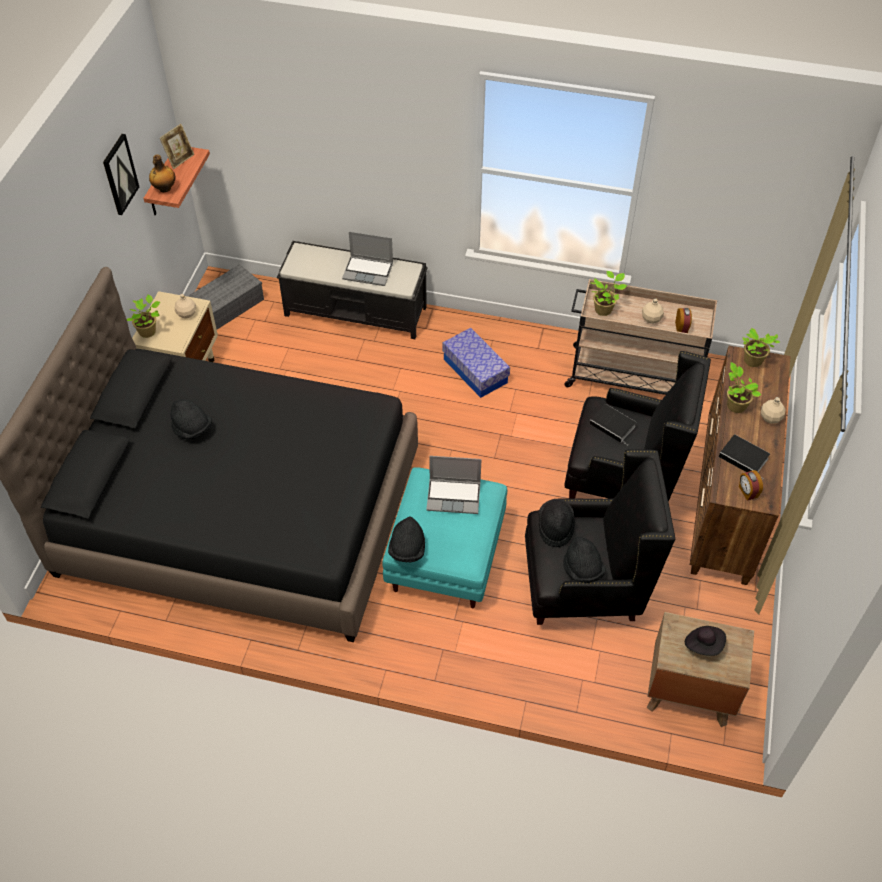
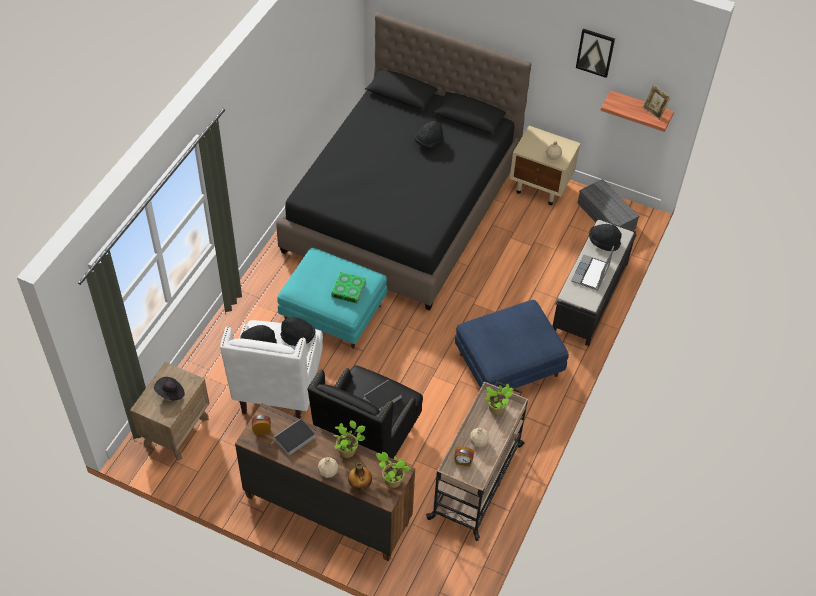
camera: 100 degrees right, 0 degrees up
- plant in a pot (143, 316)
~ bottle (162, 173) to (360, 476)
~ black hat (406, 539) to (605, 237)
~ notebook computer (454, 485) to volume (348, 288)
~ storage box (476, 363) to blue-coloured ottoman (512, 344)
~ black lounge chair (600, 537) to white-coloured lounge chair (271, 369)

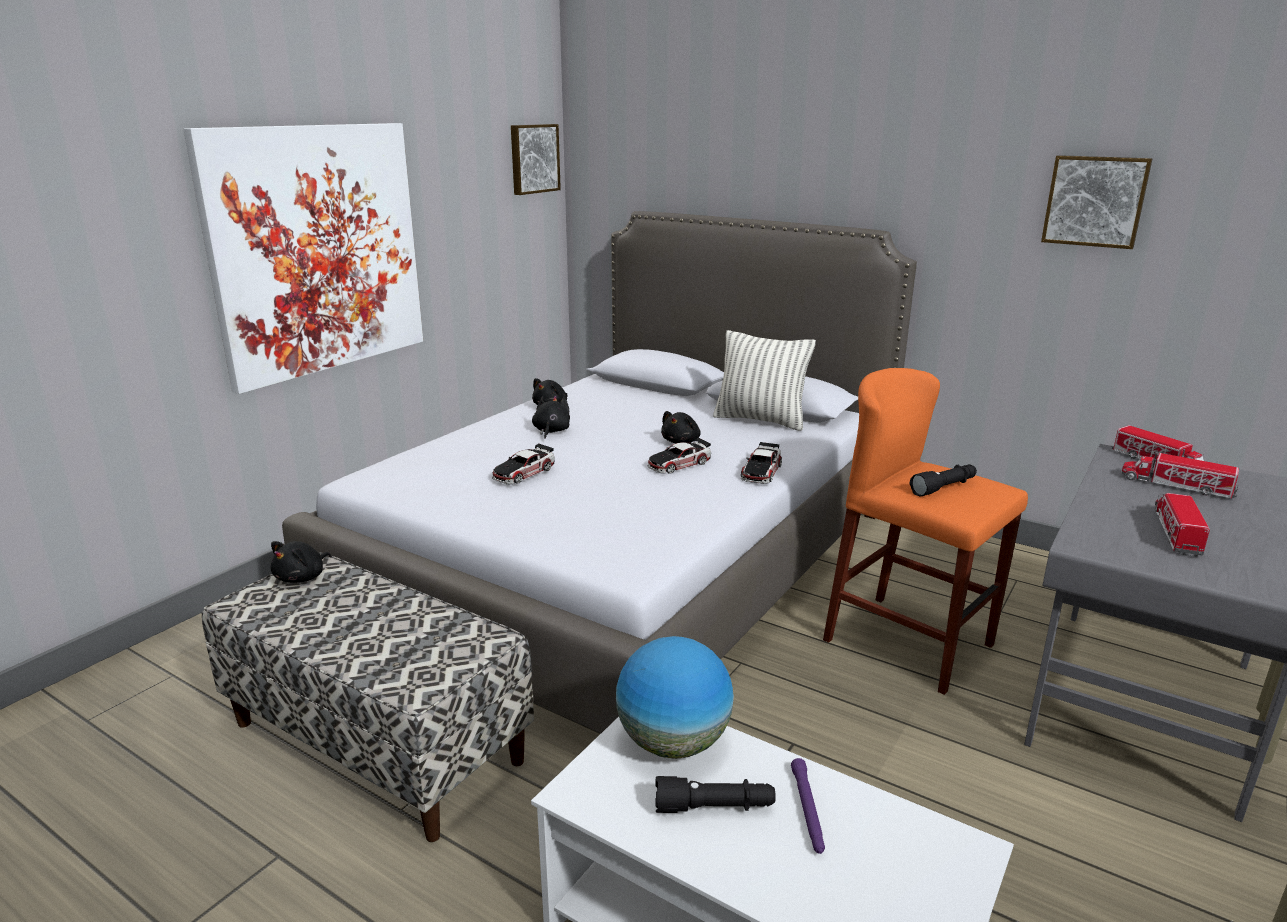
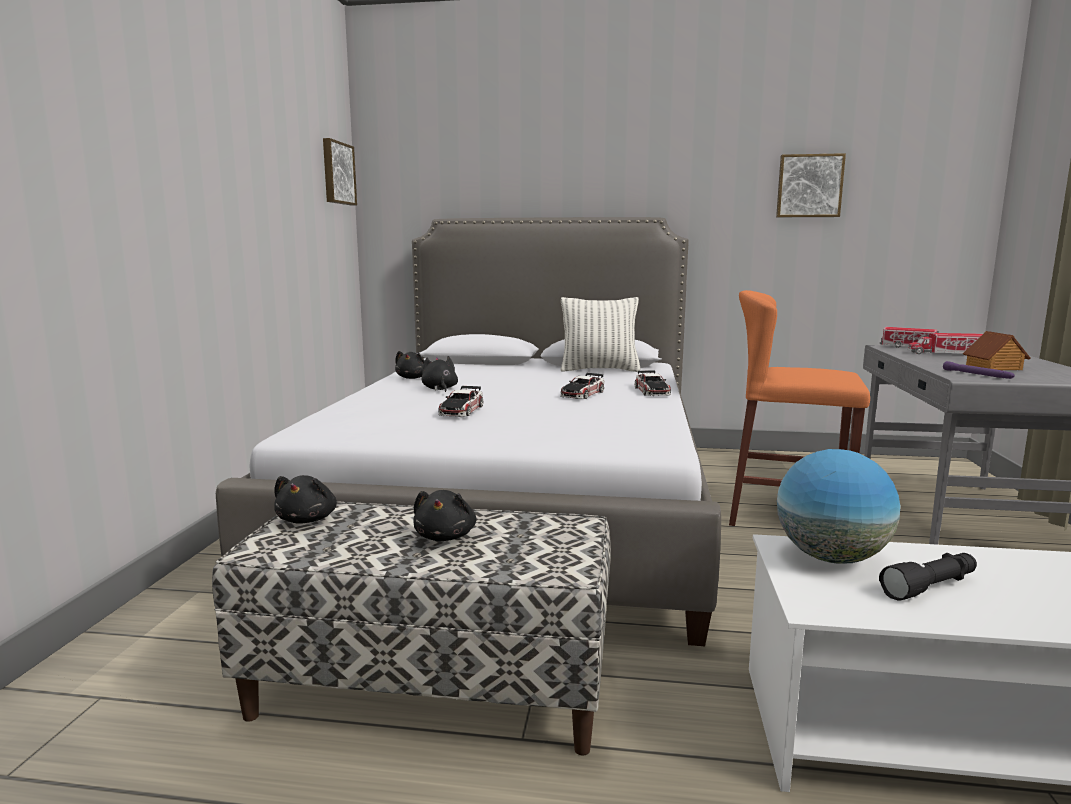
camera: 25 degrees left, 10 degrees down
- wall picture (303, 258)
- black torch (943, 480)
~ black soft toy (681, 427) to (444, 515)
~ purple torch (808, 806) to (979, 370)
~ toy truck (1182, 524) to toy house (996, 350)

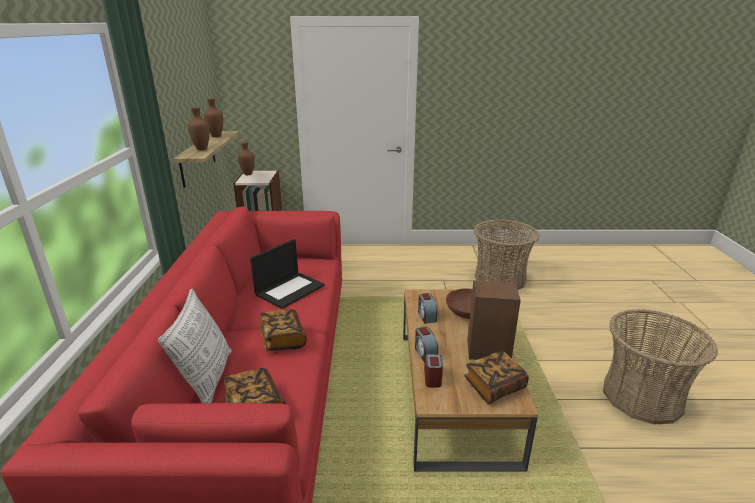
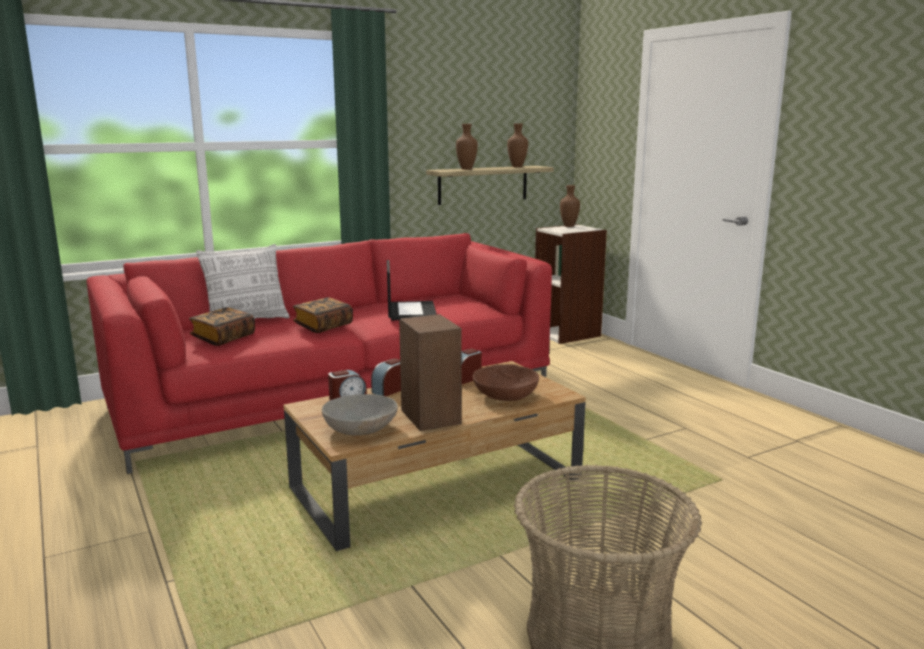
camera: 60 degrees right, 10 degrees down
- household basket (507, 254)
~ volume (496, 377) to gray bowl (360, 415)
~ notebook computer (287, 274) = (412, 290) 105 degrees counterclockwise

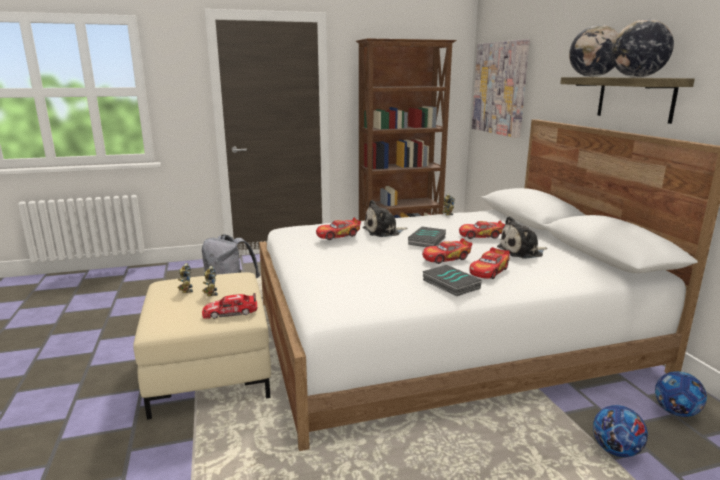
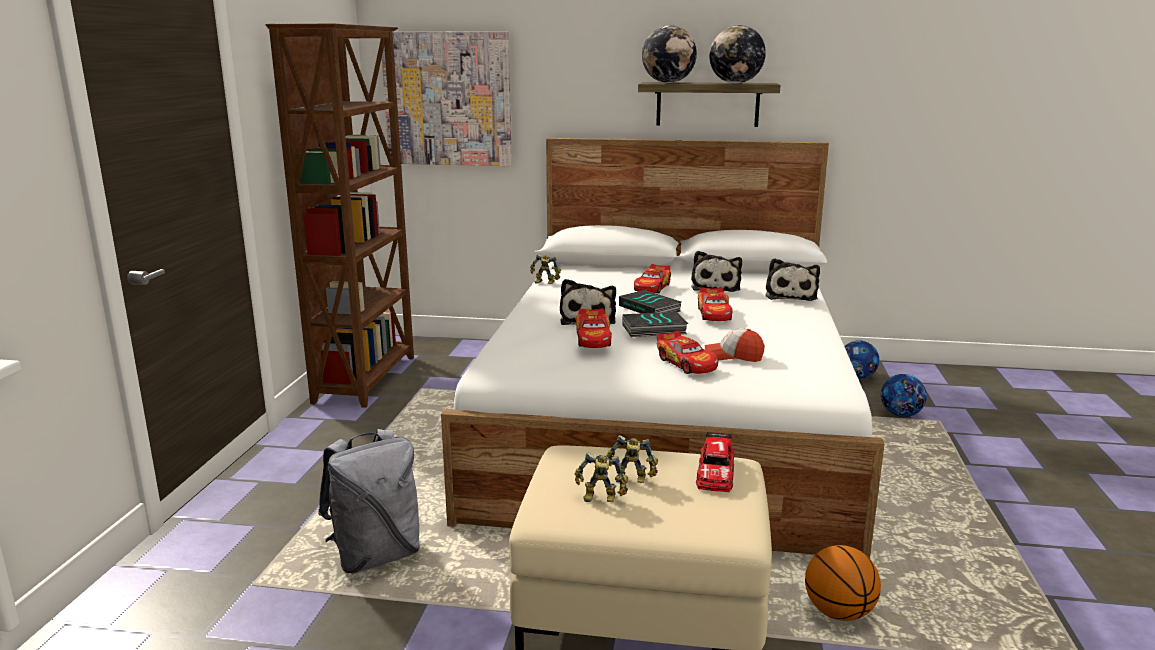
camera: 65 degrees left, 0 degrees up
+ peaked cap (734, 345)
+ soft toy (792, 279)
+ basketball (843, 583)
~ volume (452, 280) to (655, 324)
~ toy car (490, 263) to (687, 352)

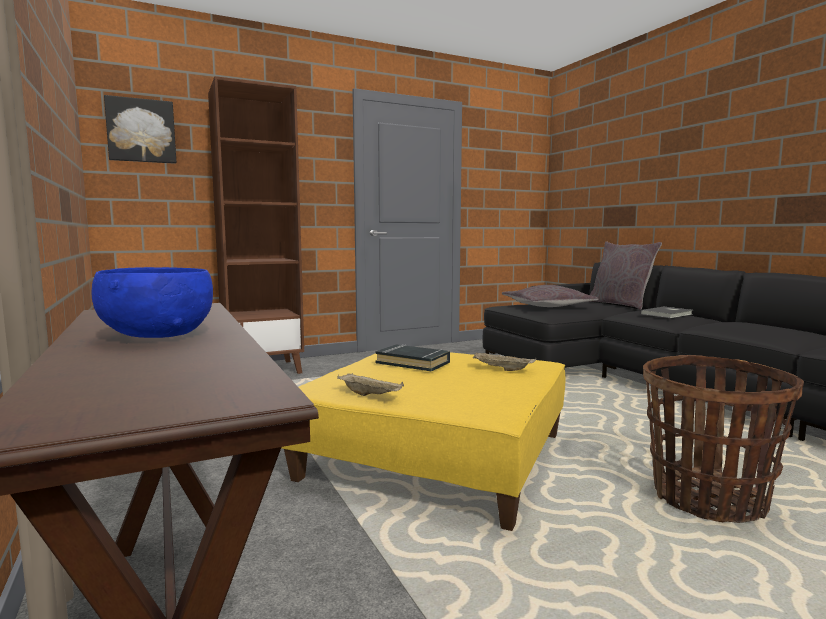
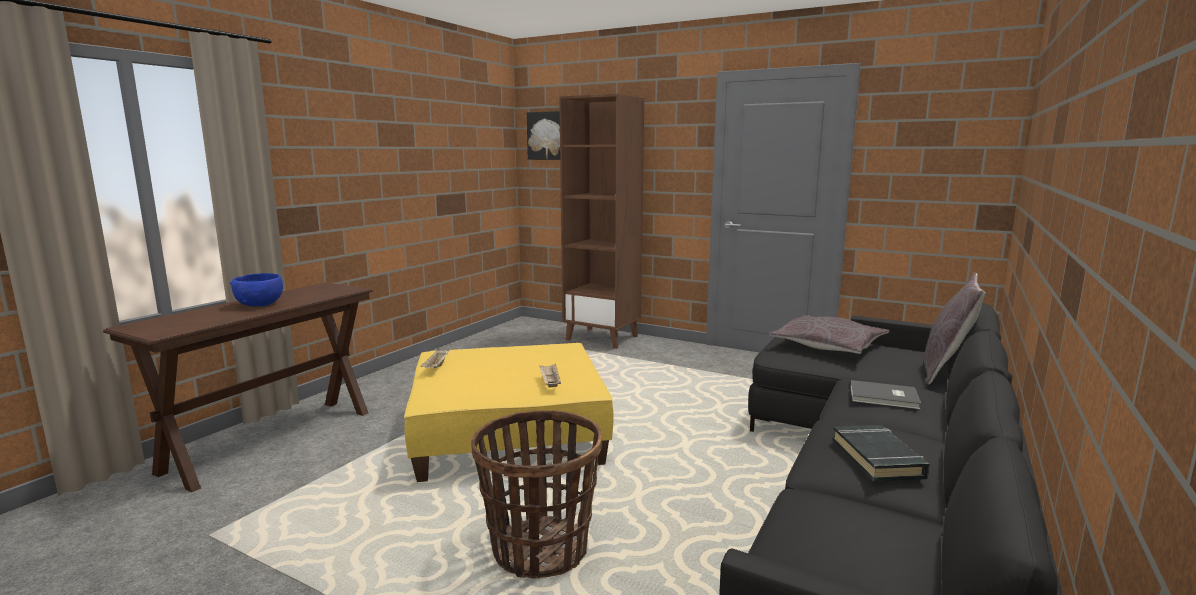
camera: 55 degrees right, 5 degrees up
~ black volume (412, 357) to (881, 453)

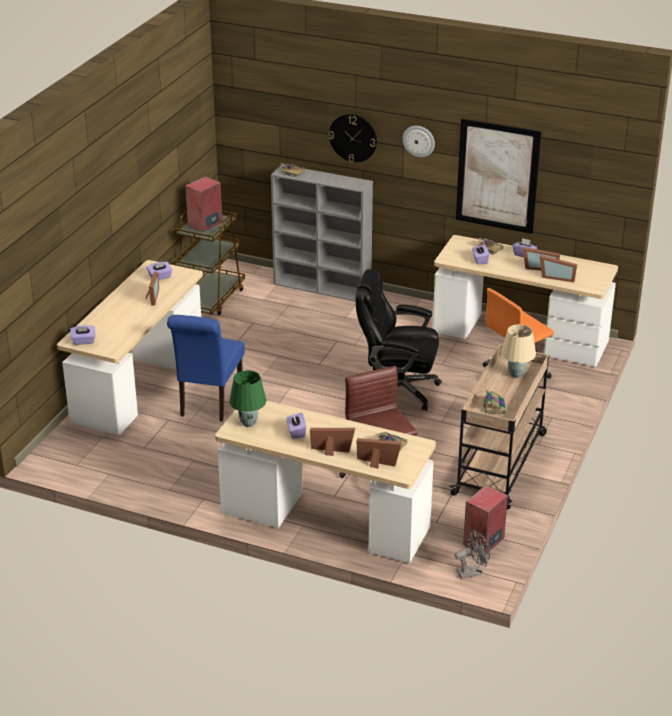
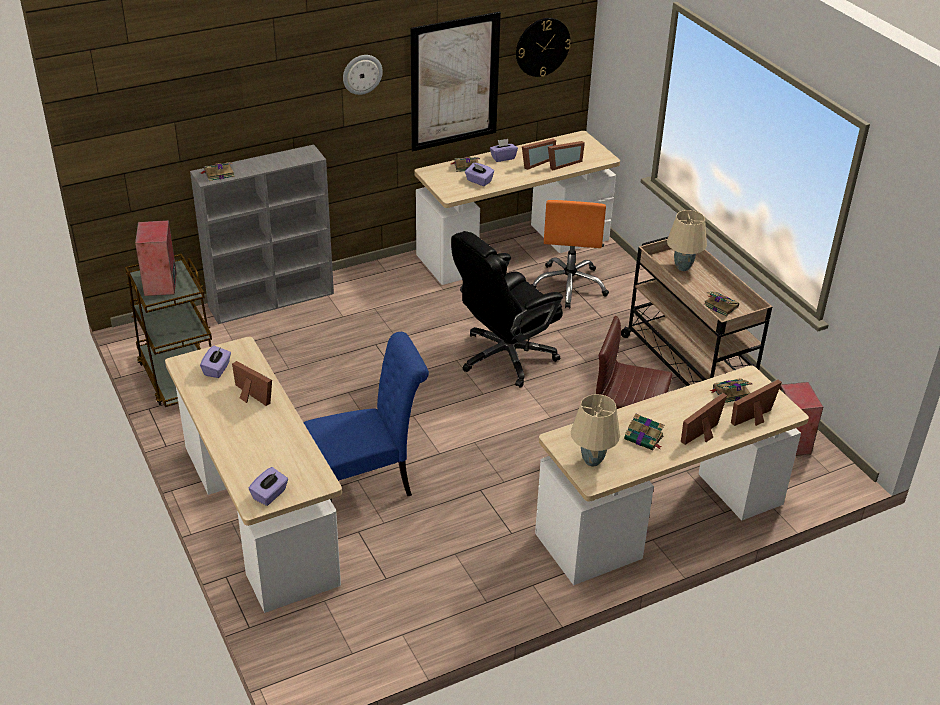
camera: 50 degrees left, 5 degrees up
- gray cooling fan (472, 554)
~ hanging clock (353, 138) to (543, 47)
~ purple tissue box (296, 425) to volume (644, 432)
~ green-coloured table lamp (248, 398) to sand-coloured table lamp (595, 430)
~ blue-coloured upright chair (206, 368) = (366, 417) 75 degrees counterclockwise

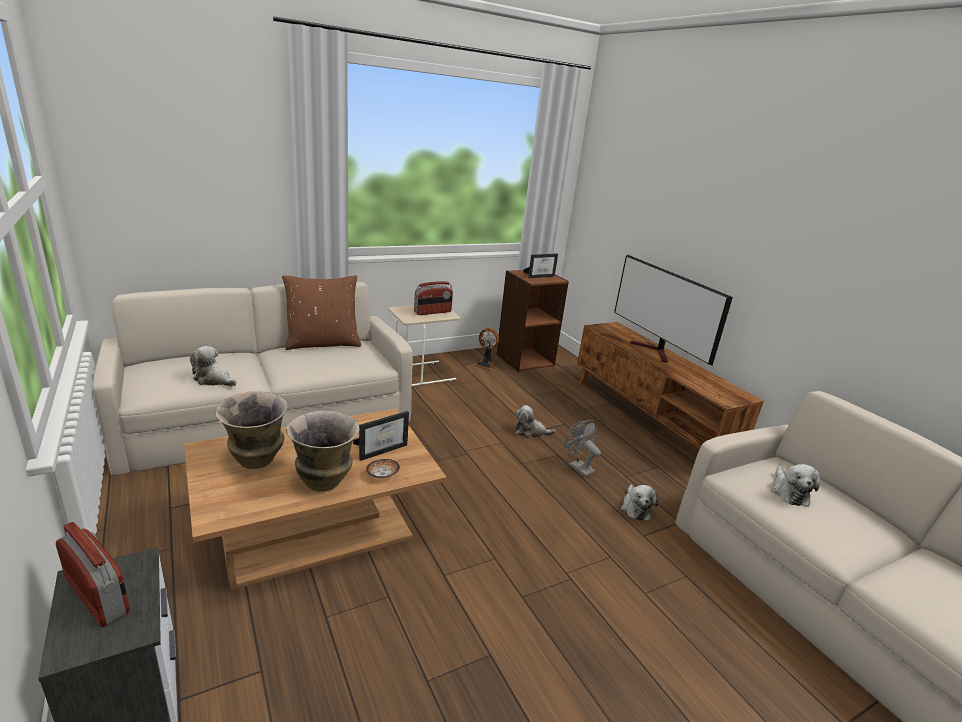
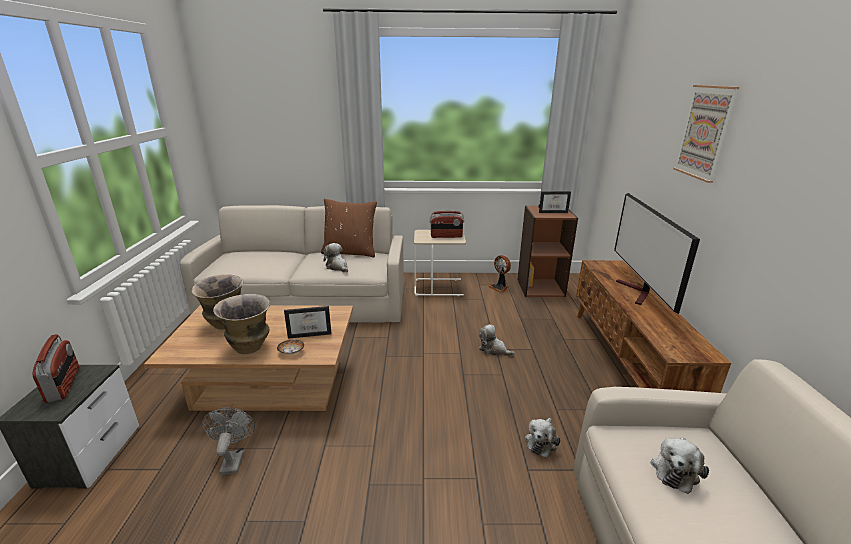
camera: 30 degrees right, 0 degrees up
+ wall picture (706, 134)
~ soft toy (213, 366) to (335, 258)
~ gray cooling fan (582, 448) to (228, 441)

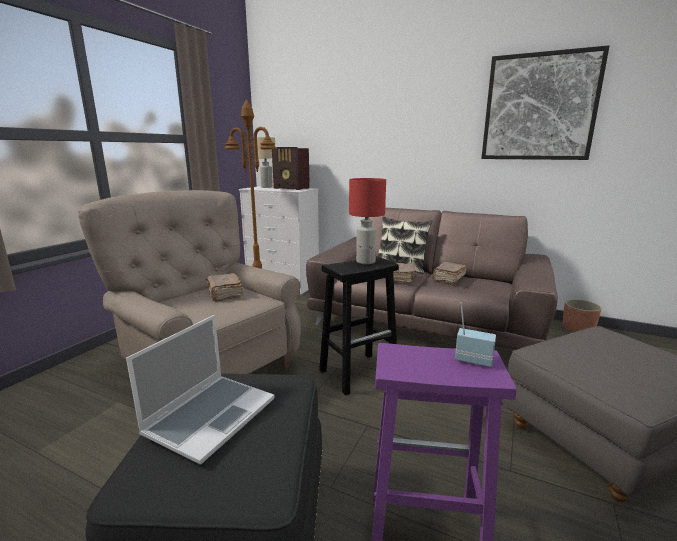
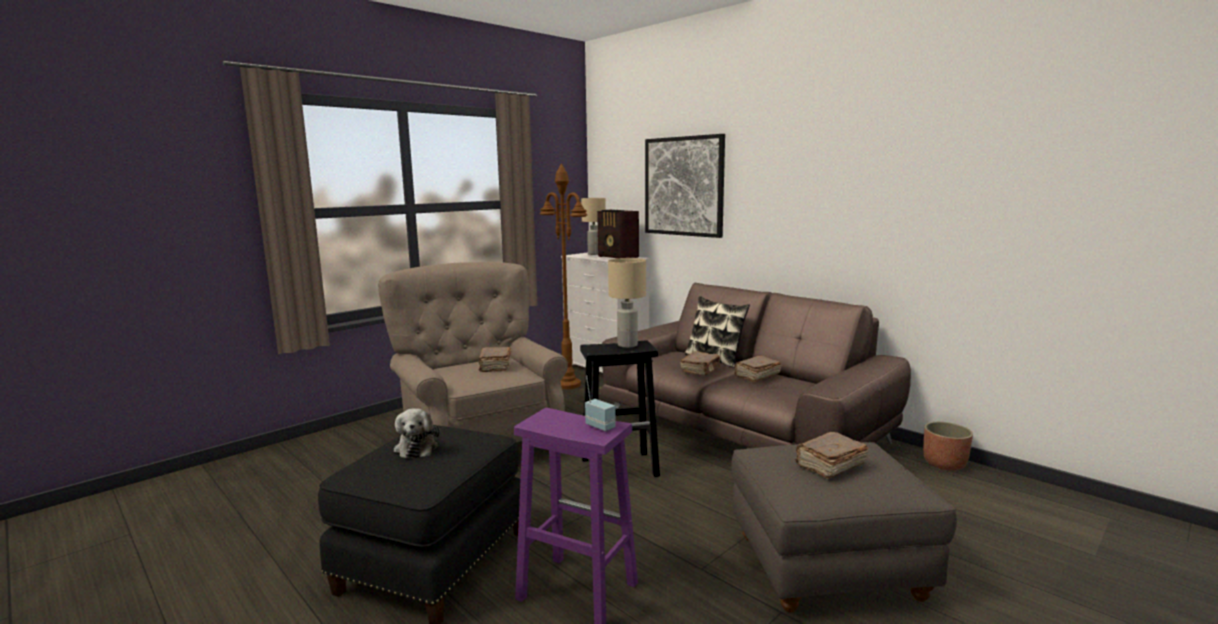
camera: 20 degrees right, 5 degrees down
+ brownish volume (832, 455)
~ wall picture (545, 102) to (685, 186)
~ notebook computer (200, 390) to soft toy (417, 433)
~ reddish table lamp (367, 221) to sand-coloured table lamp (627, 303)

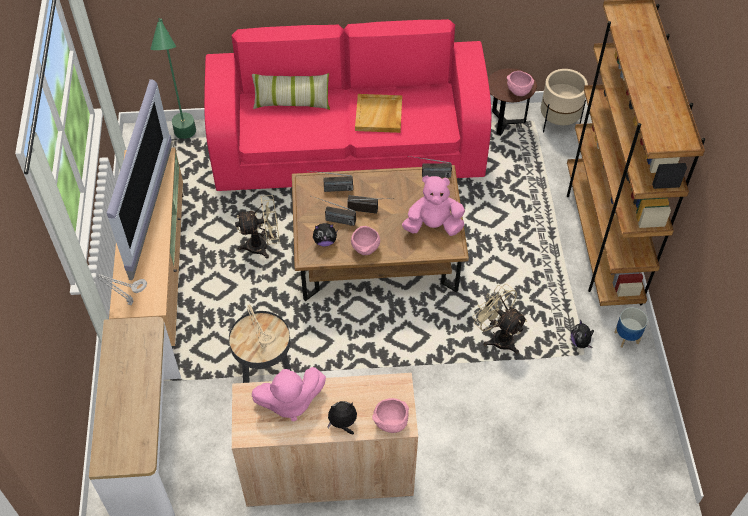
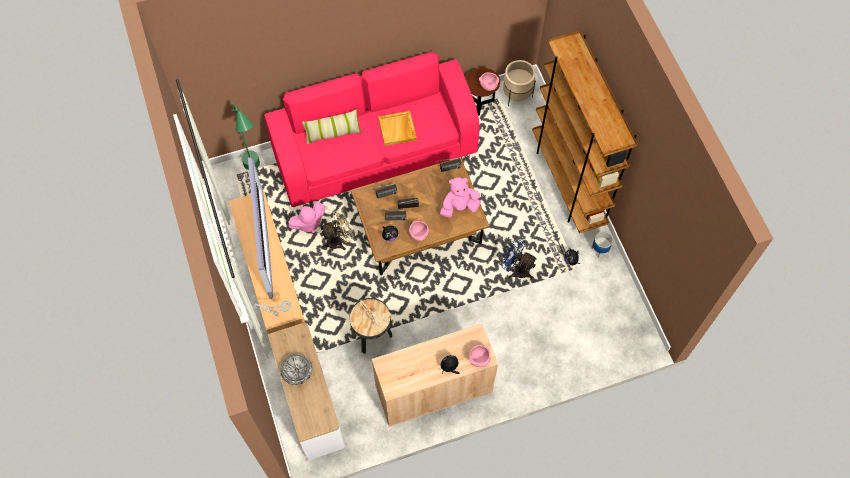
camera: 15 degrees left, 10 degrees up
+ bowl (296, 369)
~ pinkish soft toy (289, 394) to (306, 217)
~ sand-coloured cooling fan (500, 319) to blue-coloured cooling fan (519, 258)

